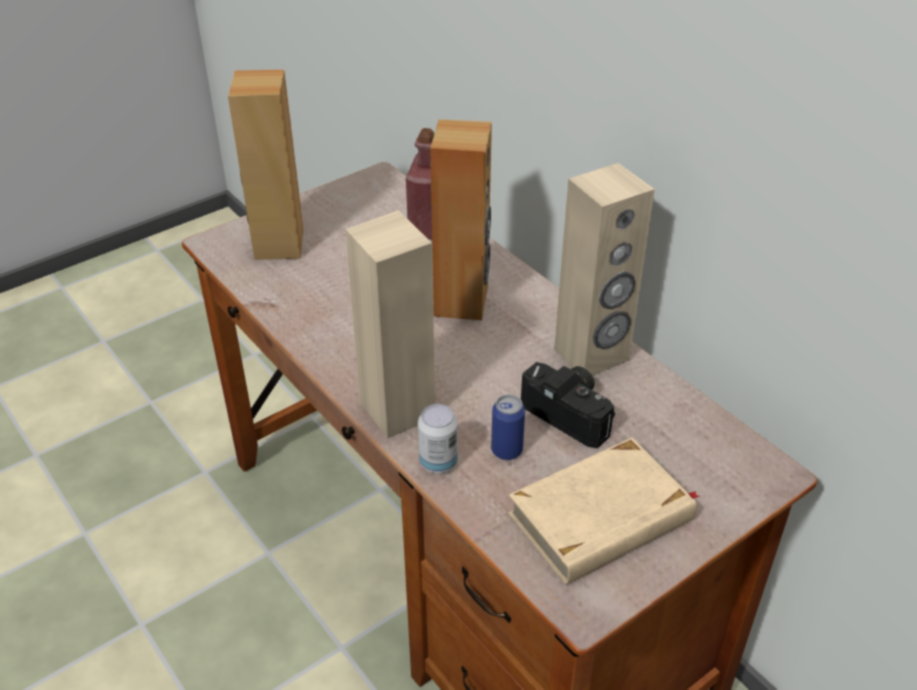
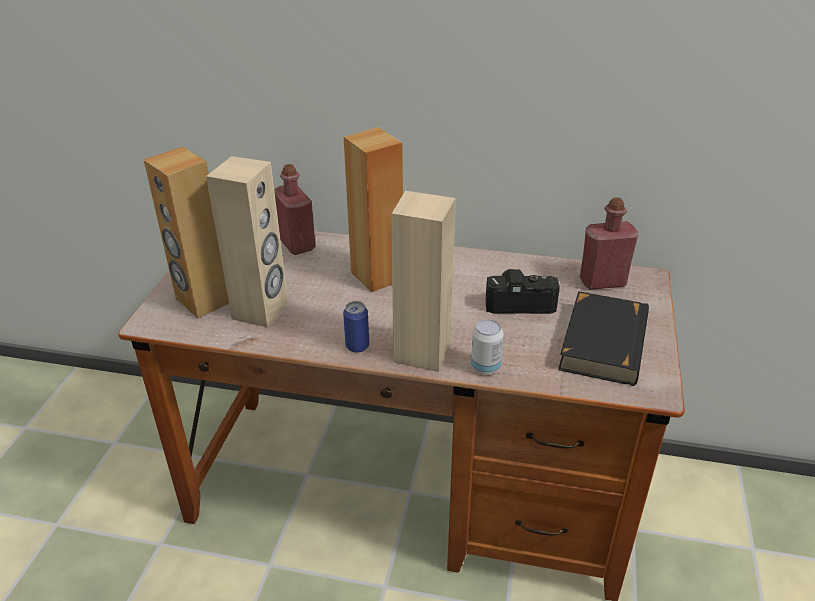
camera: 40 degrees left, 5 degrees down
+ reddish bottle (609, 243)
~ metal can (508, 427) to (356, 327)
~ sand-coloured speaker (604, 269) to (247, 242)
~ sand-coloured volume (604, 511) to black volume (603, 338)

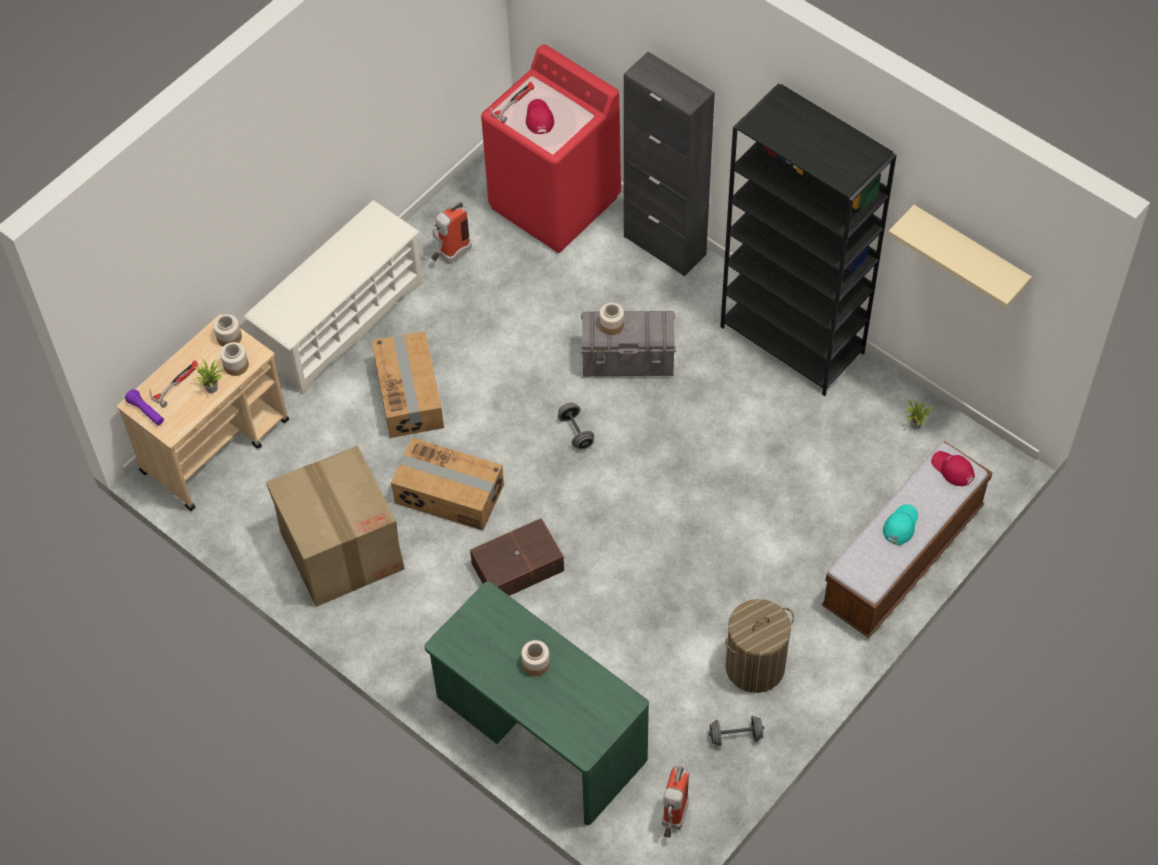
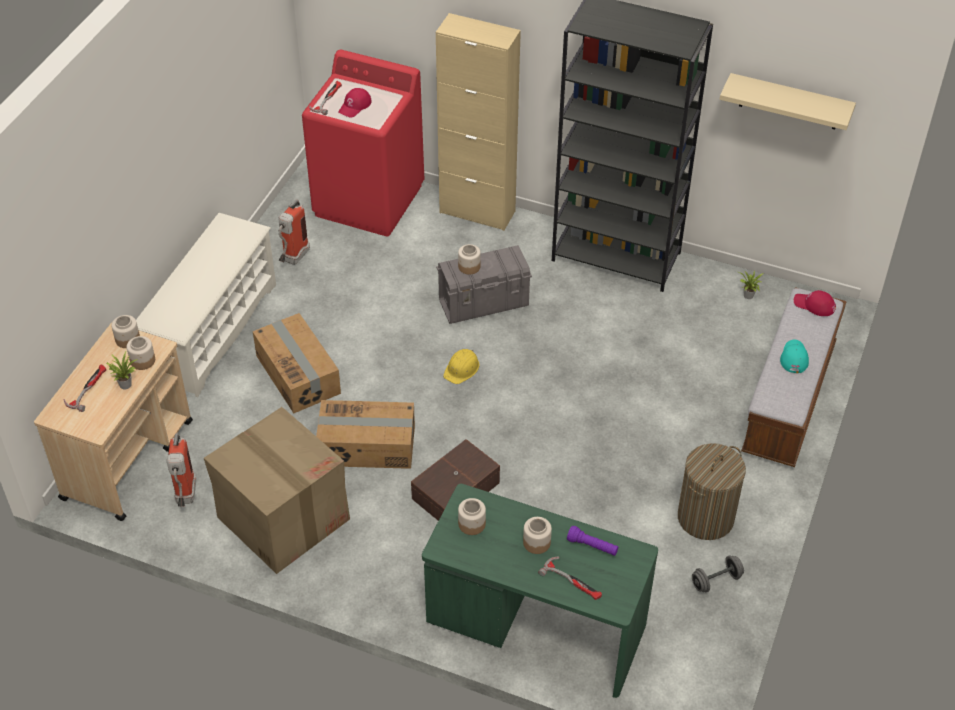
camera: 20 degrees left, 10 degrees down
+ storage jar (472, 516)
+ tool hammer (570, 578)
~ purple torch (144, 407) to (592, 541)
~ extinguisher (675, 802) to (181, 470)
~ gray hand weight (576, 426) to yellow-coloured safety helmet (461, 366)
~ black cupboard (669, 164) to sand-coloured cupboard (478, 122)
~ reddish peaked cap (540, 116) = (355, 103) 120 degrees counterclockwise

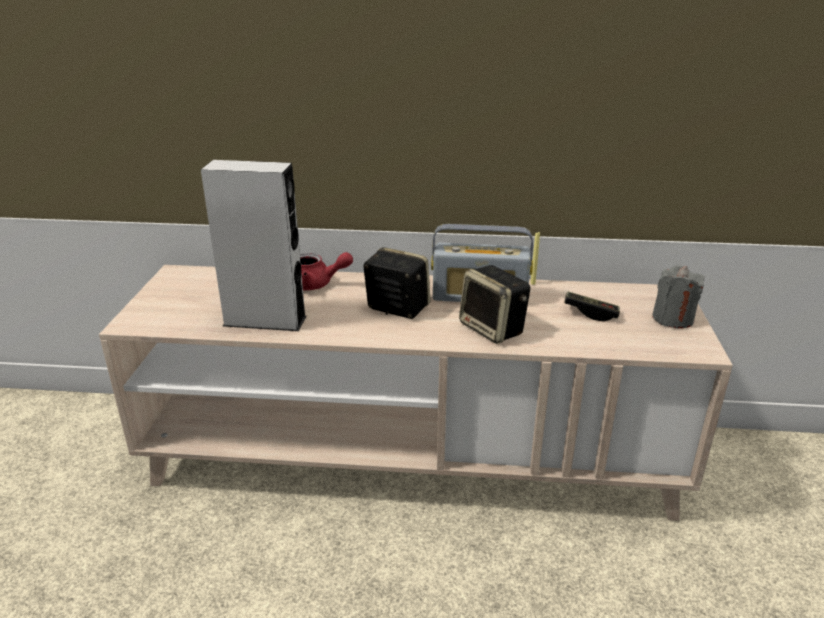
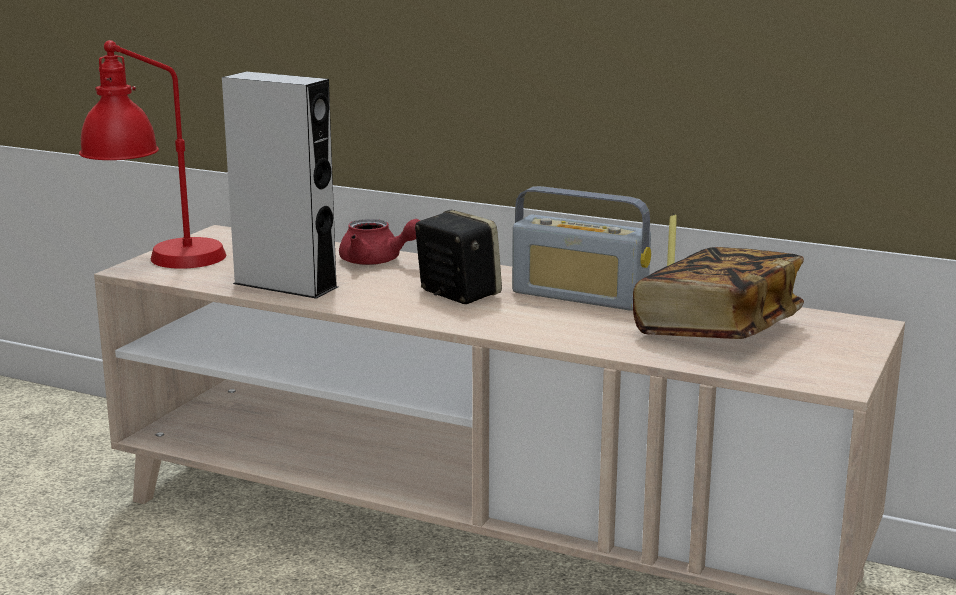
camera: 20 degrees right, 10 degrees down
- speaker (494, 304)
- gray candle (678, 296)
+ reddish table lamp (152, 154)
~ joypad (592, 306) to volume (718, 293)

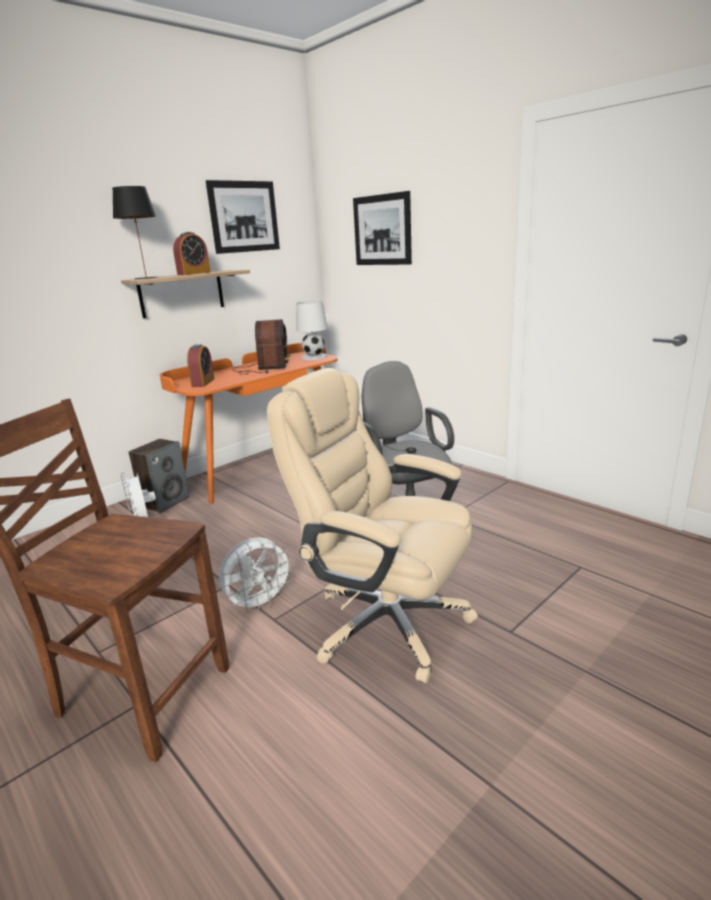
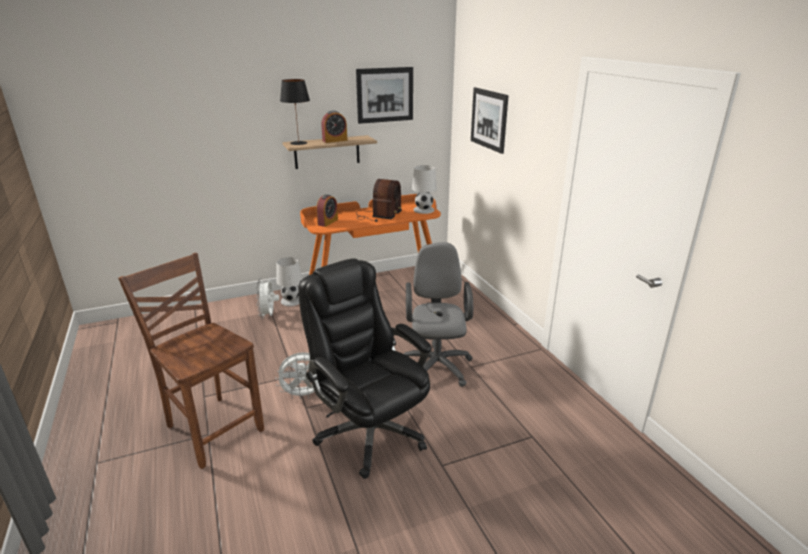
camera: 20 degrees right, 5 degrees up
~ speaker (159, 476) to white-coloured table lamp (289, 281)
~ sand-coloured computer chair (372, 525) to black computer chair (365, 368)

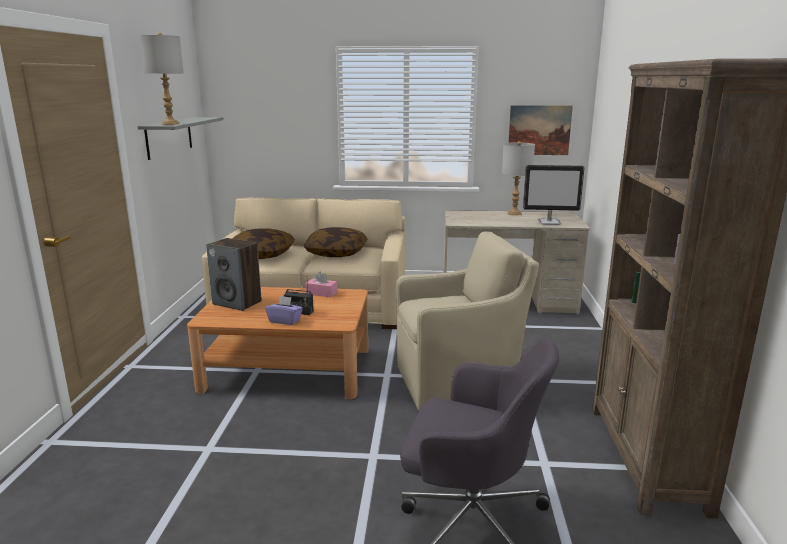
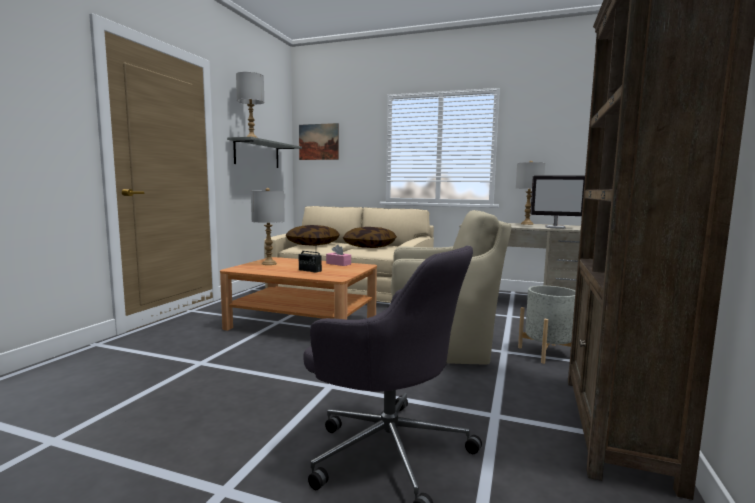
camera: 15 degrees right, 10 degrees down
- purple tissue box (284, 310)
+ gray flower pot (547, 325)
~ wall picture (540, 130) to (319, 141)
~ speaker (234, 274) to gray table lamp (268, 226)

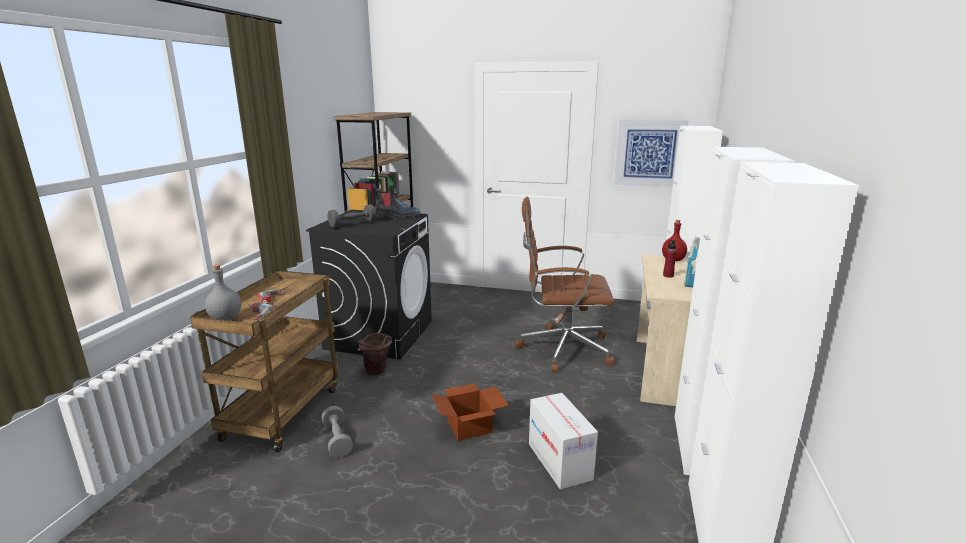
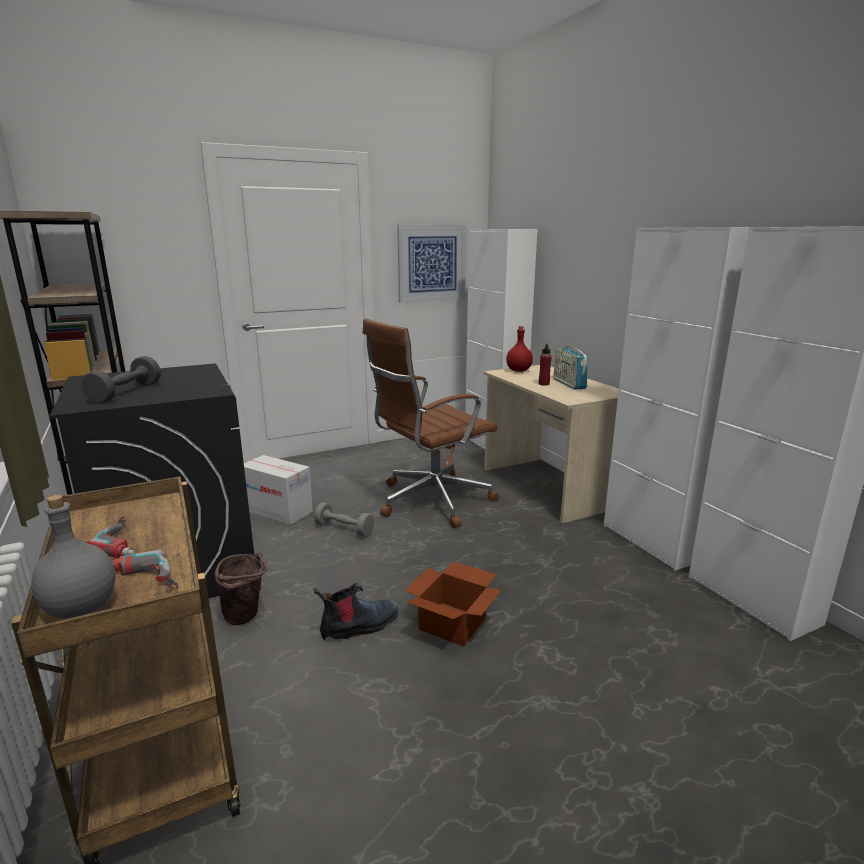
camera: 40 degrees left, 0 degrees up
~ gray hand weight (337, 432) to (344, 519)
~ boot (396, 200) to (356, 611)
~ packing box (563, 441) to (278, 490)

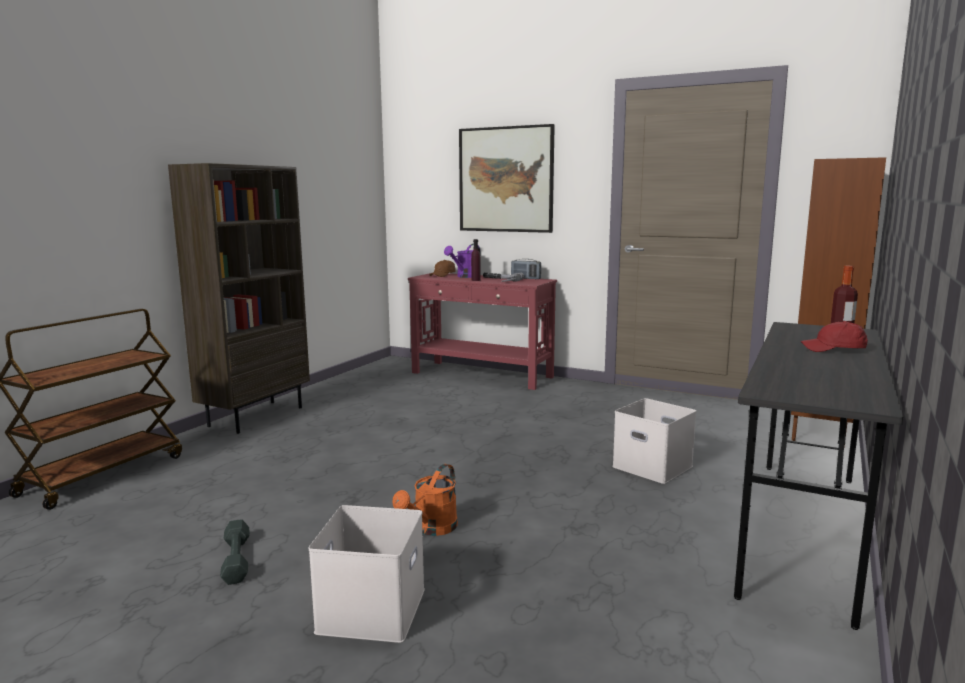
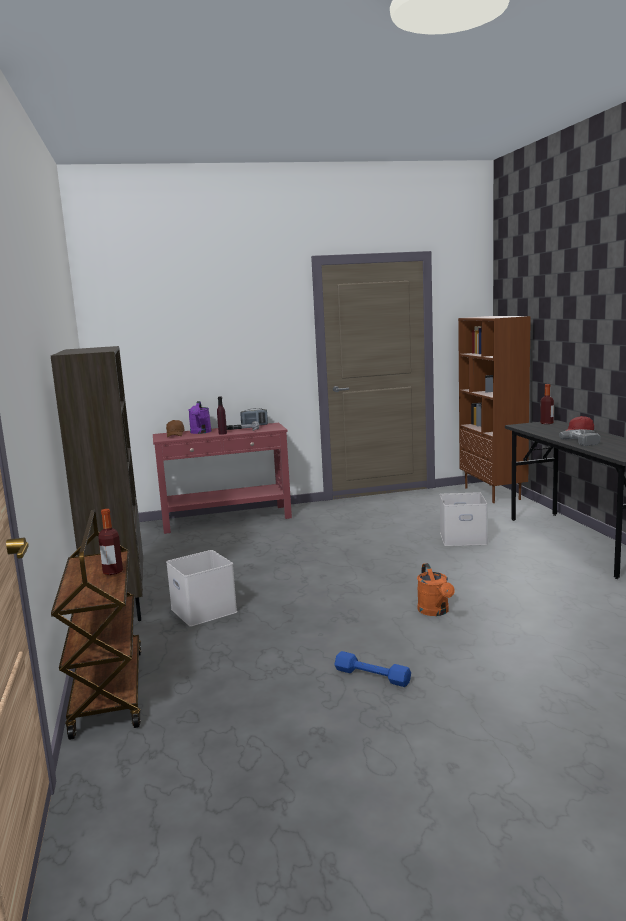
camera: 40 degrees left, 0 degrees up
- wall picture (507, 178)
+ bottle (110, 542)
+ drill (579, 437)
~ white-coloured storage box (367, 574) to (201, 588)
~ gray hand weight (235, 552) to blue-coloured hand weight (372, 669)

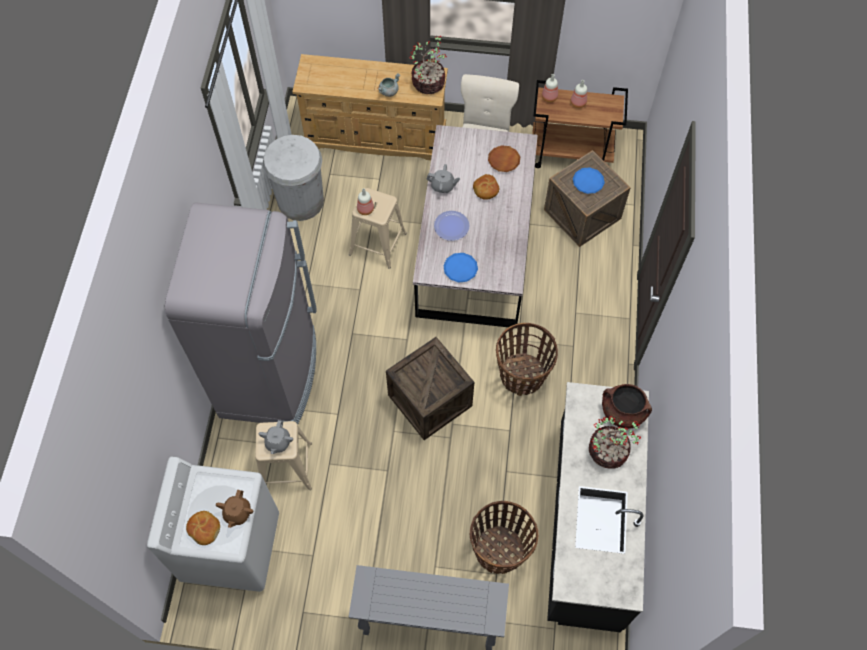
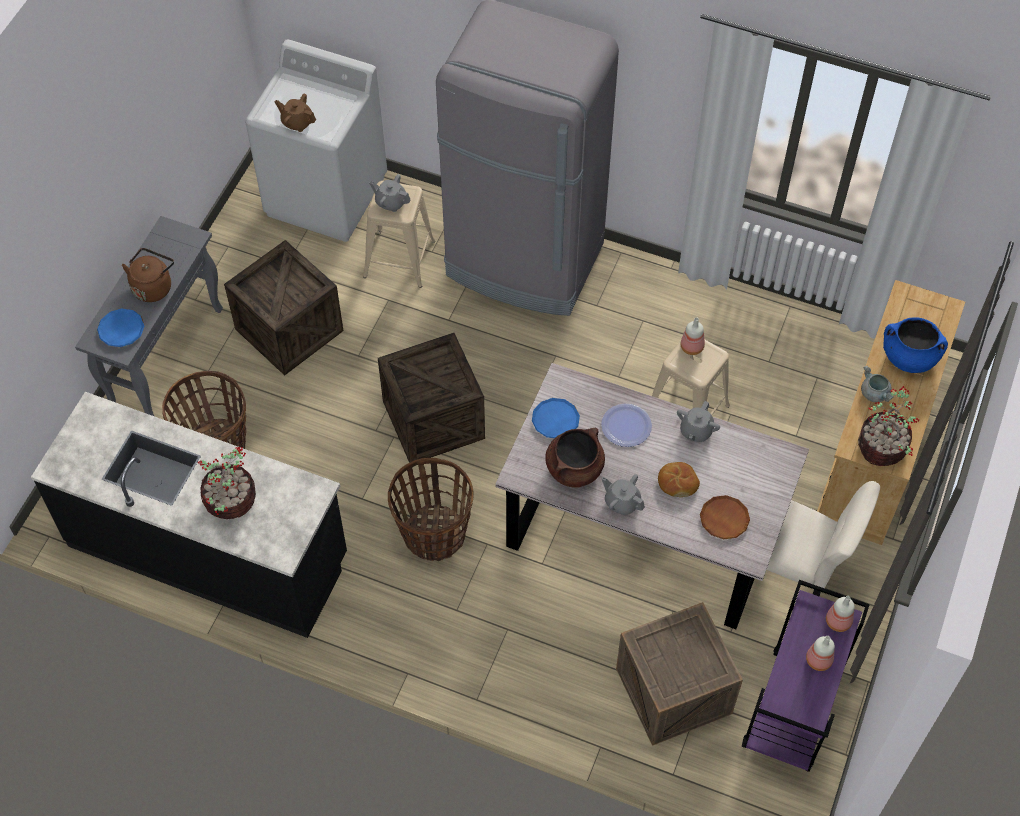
camera: 105 degrees right, 5 degrees down
- bakery bread (203, 528)
- white-coloured trash can (293, 178)
+ brownish tea kettle (148, 275)
+ crate (283, 308)
+ gray tea pot (623, 494)
+ blue-coloured saucepot (915, 345)
~ blue-coloured plate (589, 180) to (120, 328)
~ brownish saucepot (627, 406) to (575, 458)
~ brownish trolley (580, 124) to purple trolley (806, 676)

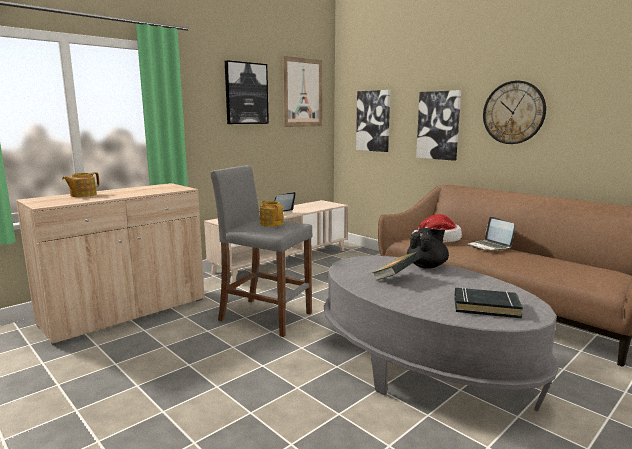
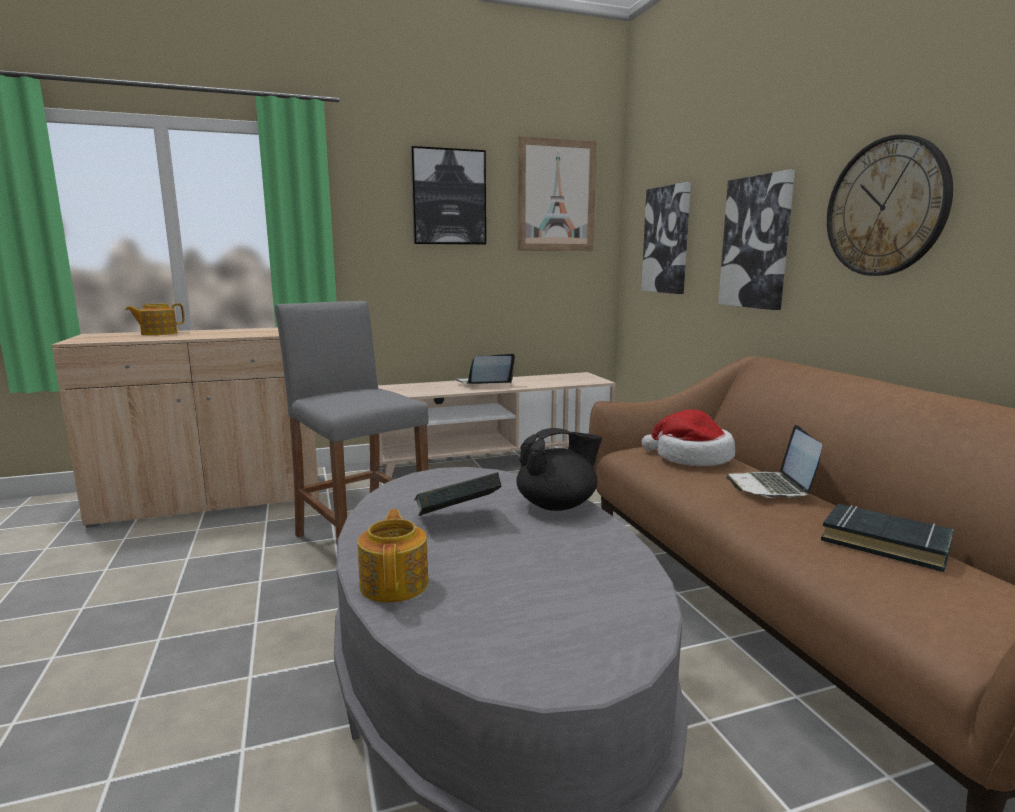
camera: 25 degrees right, 0 degrees up
~ tea pot (272, 213) to (393, 556)
~ black volume (488, 302) to (887, 538)

